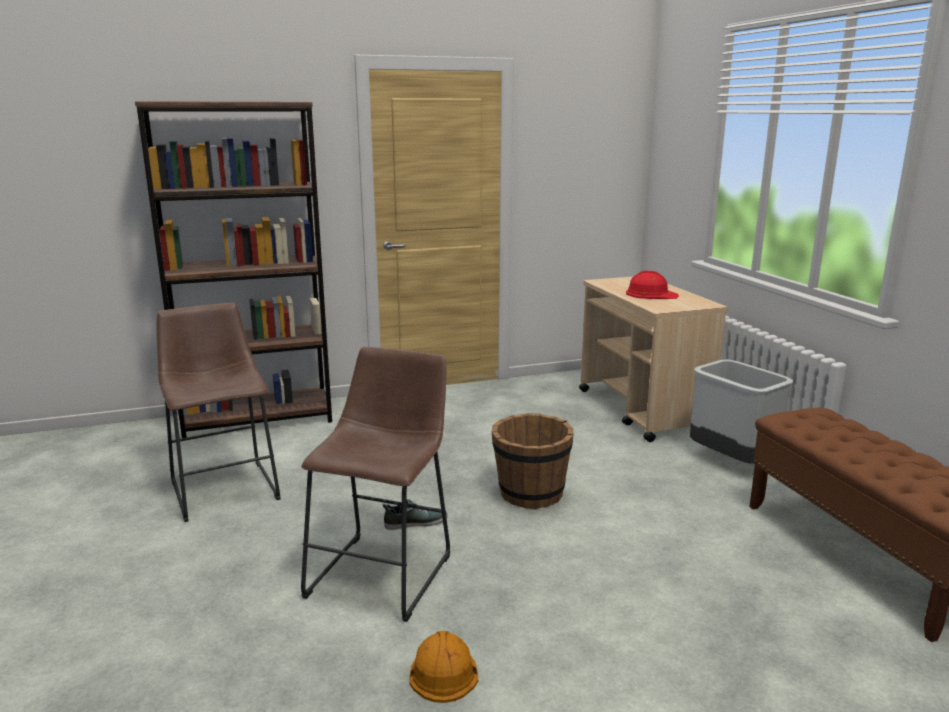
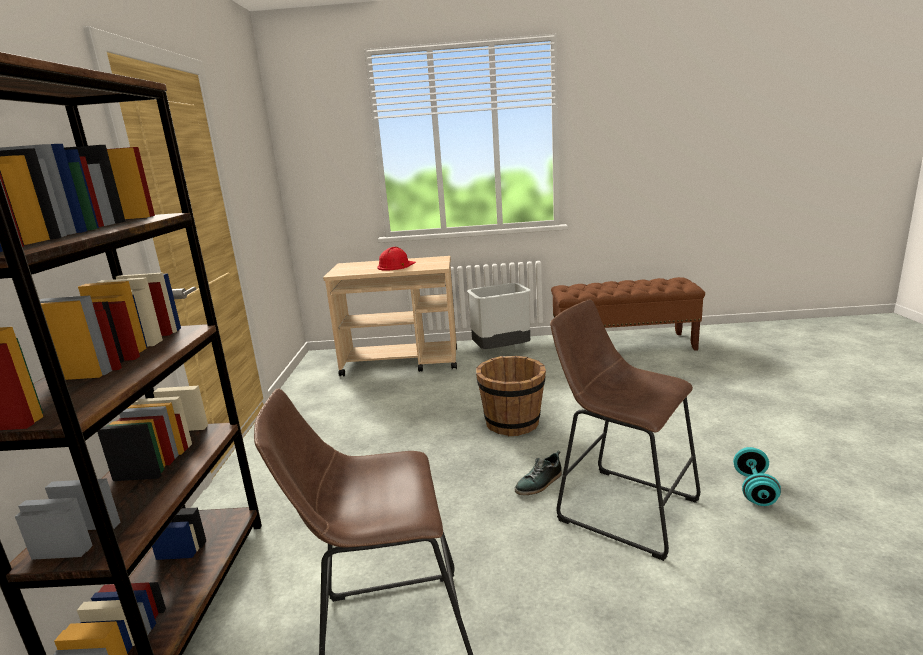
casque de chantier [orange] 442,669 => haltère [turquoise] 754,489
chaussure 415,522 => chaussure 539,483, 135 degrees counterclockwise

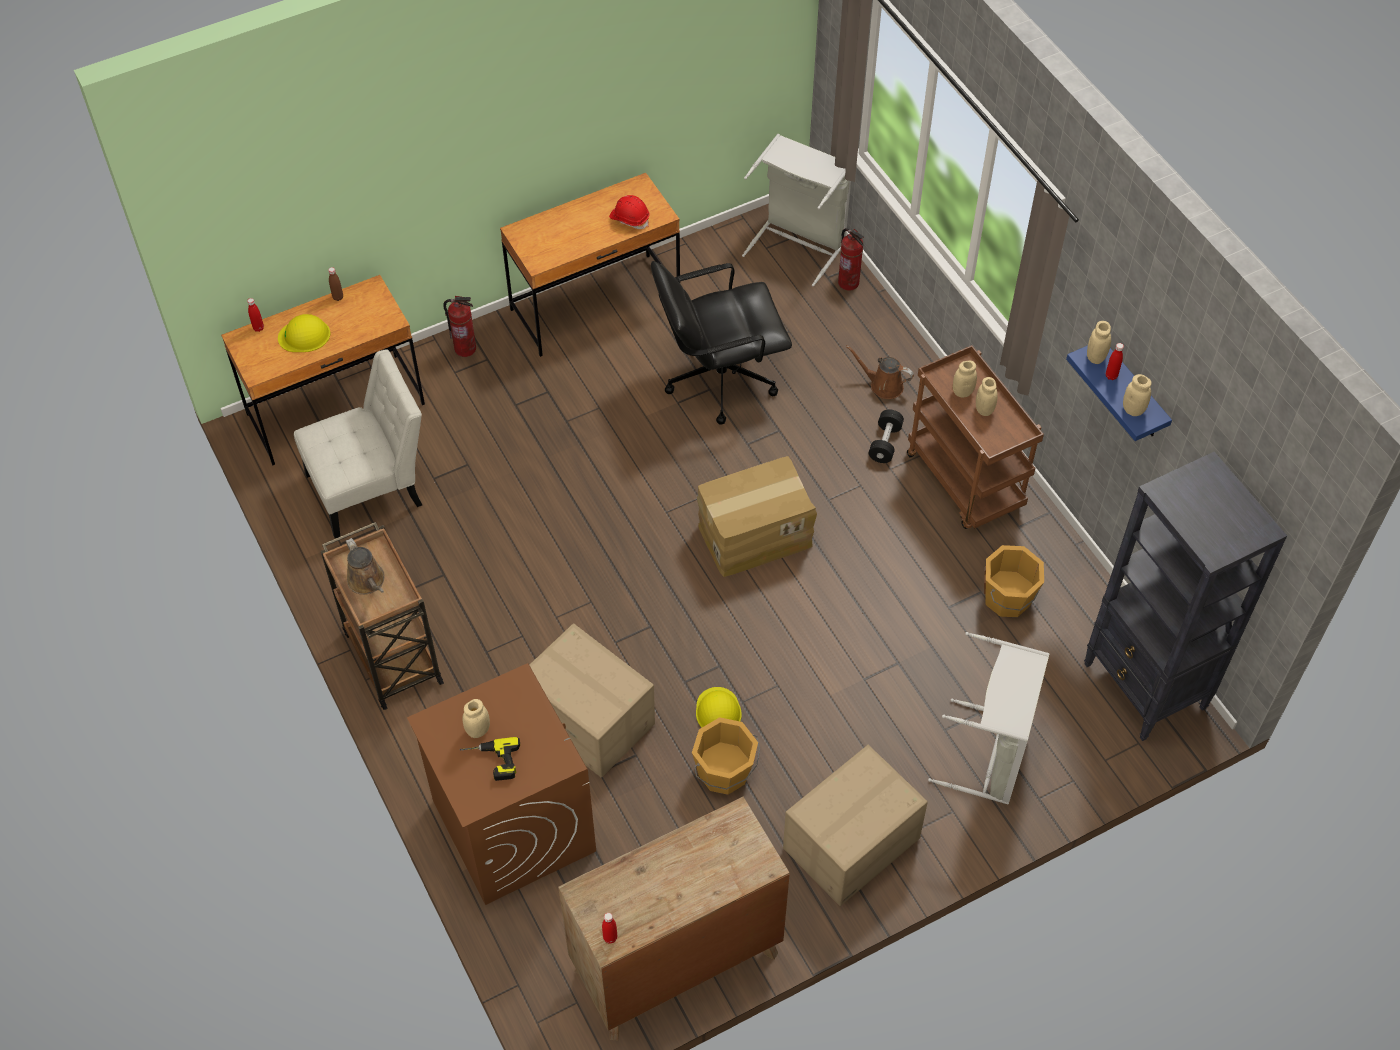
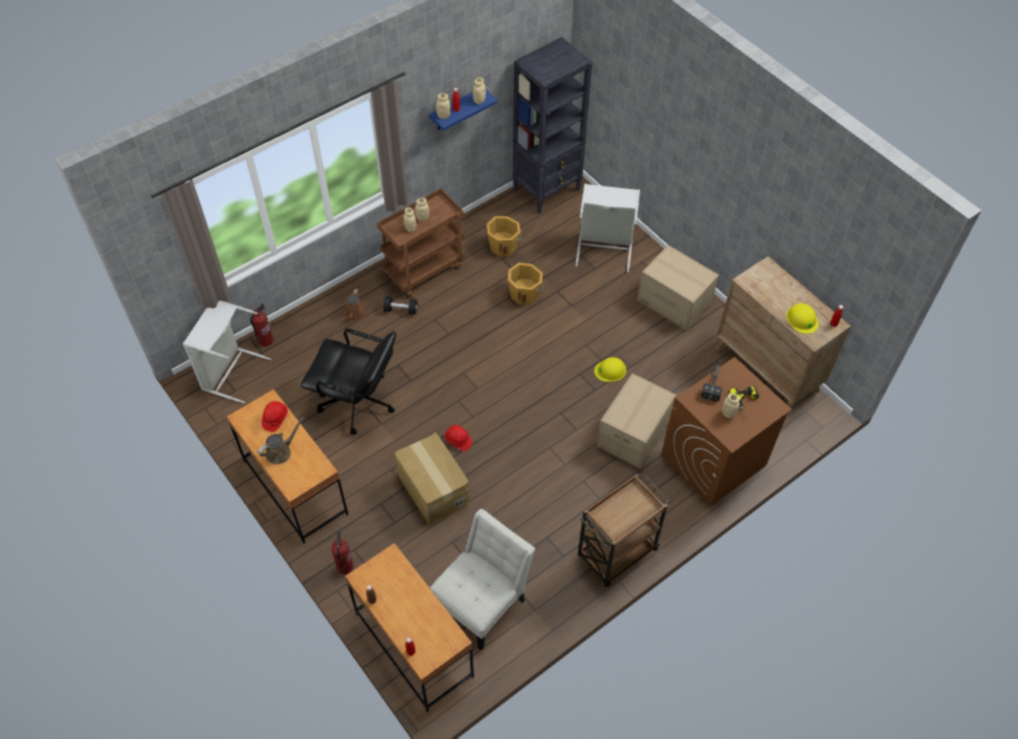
nothing => casque de chantier [rouge] 458,440
nothing => marteau 713,383
casque de chantier [jaune] 304,335 => casque de chantier [jaune] 802,319, relocated
arrosoir [marron] 368,582 => arrosoir [marron] 280,452, relocated
seau [orange] 724,772 => seau [orange] 525,294, relocated
carton 754,534 => carton 432,489, relocated
chaise [blanc] 371,487 => chaise [blanc] 482,601, 75 degrees clockwise
chaise de bureau [noir] 719,379 => chaise de bureau [noir] 357,403, 45 degrees counterclockwise

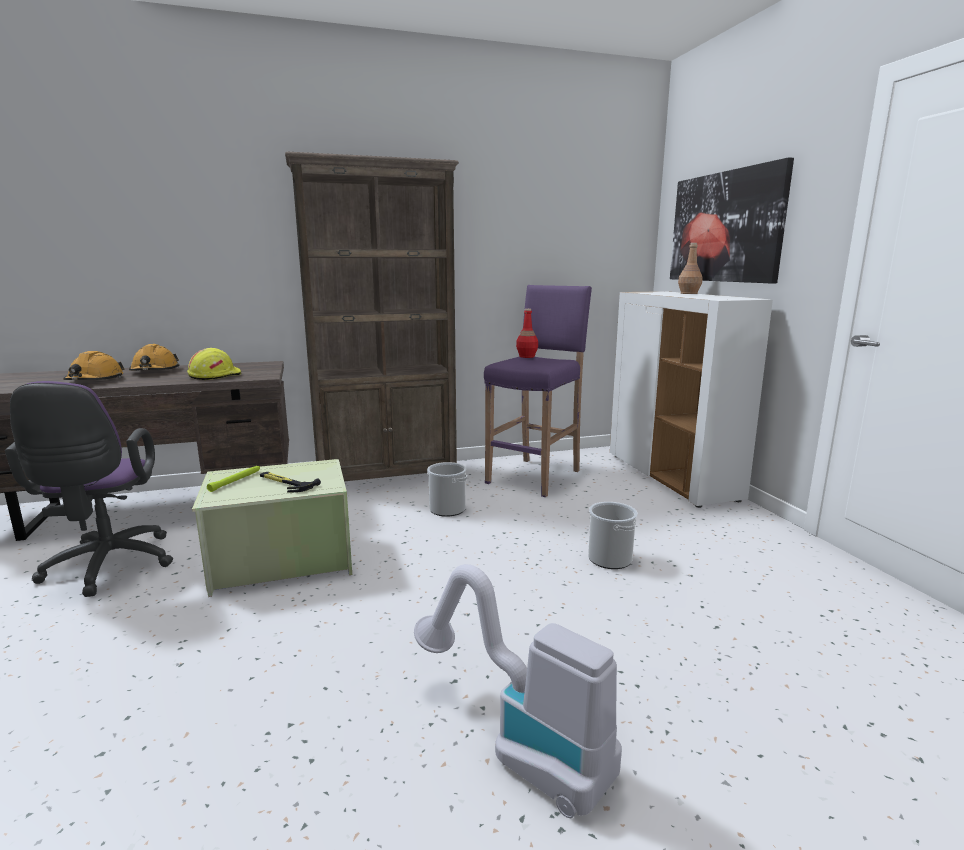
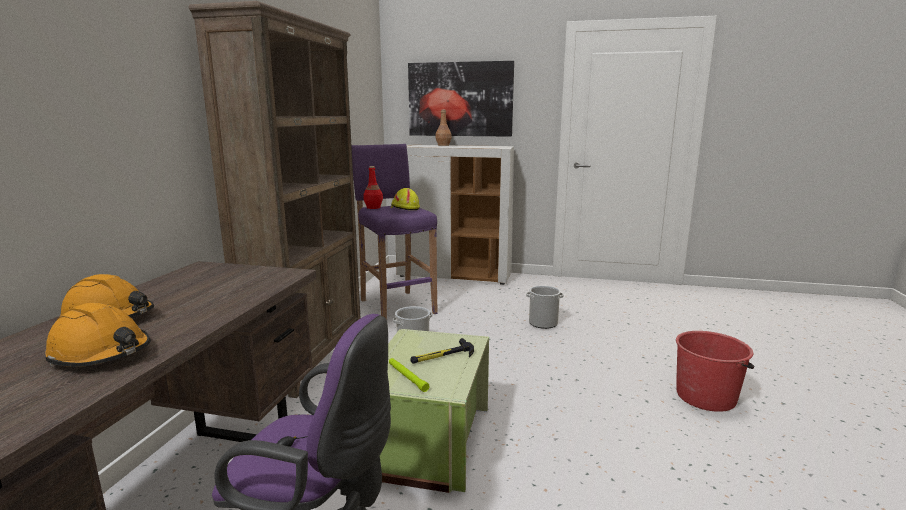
casque de chantier [jaune] 215,375 => casque de chantier [jaune] 404,208, relocated
aspirateur 519,744 => seau [rouge] 706,396

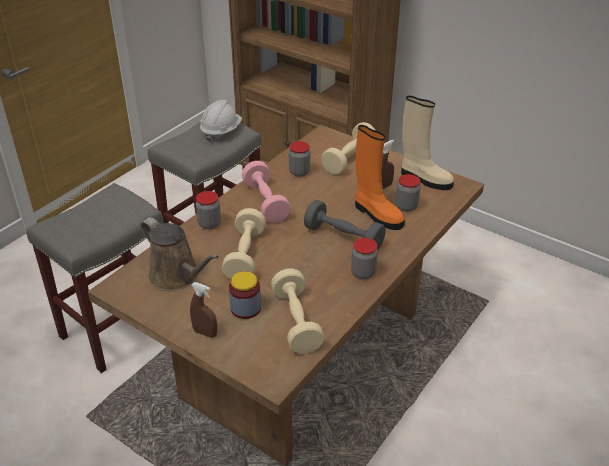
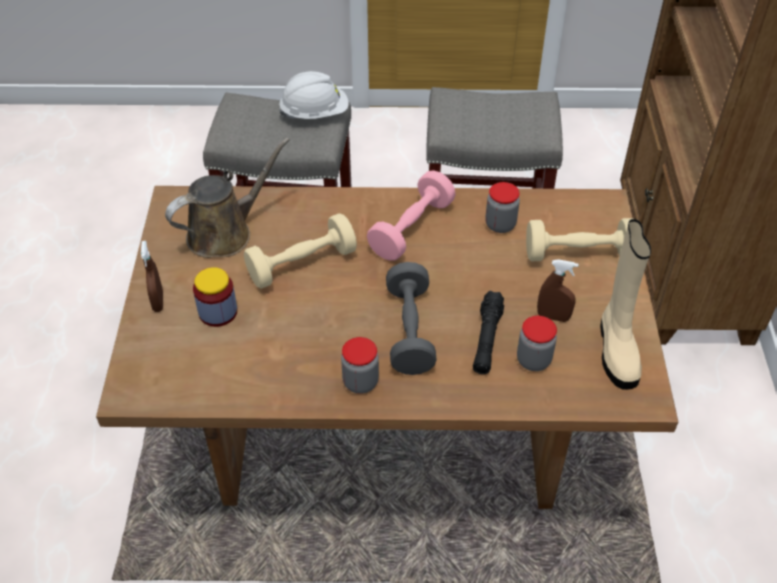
bocal 209,224 => nothing
haltère [beige] 296,322 => nothing
casque de chantier [blanc] 221,131 => casque de chantier [blanc] 315,113, relocated
botte [orange] 376,214 => lampe de poche [noir] 487,339
arrosoir [marron] 177,276 => arrosoir [marron] 225,233, 135 degrees counterclockwise

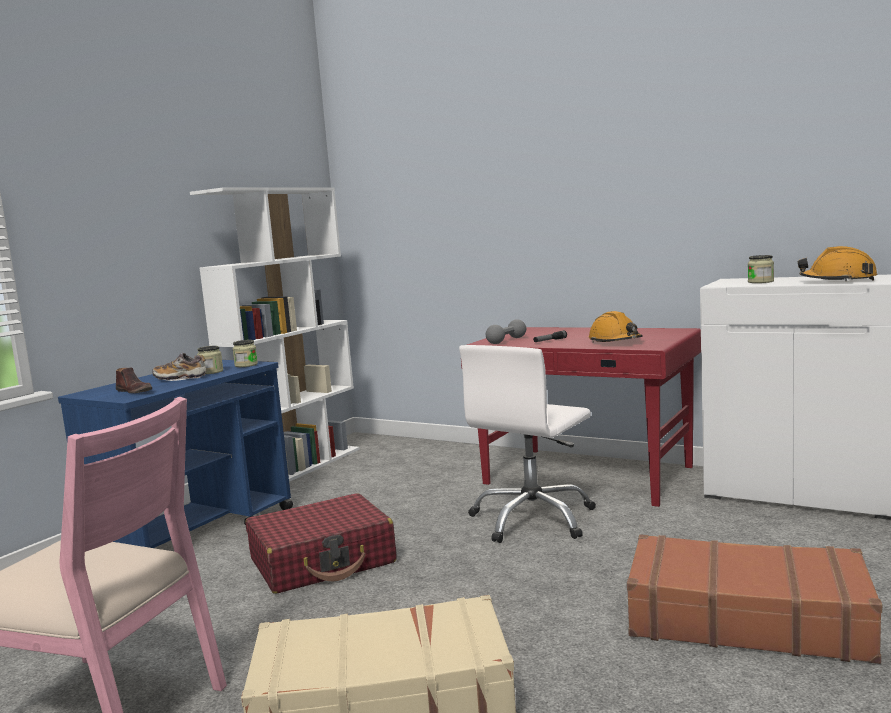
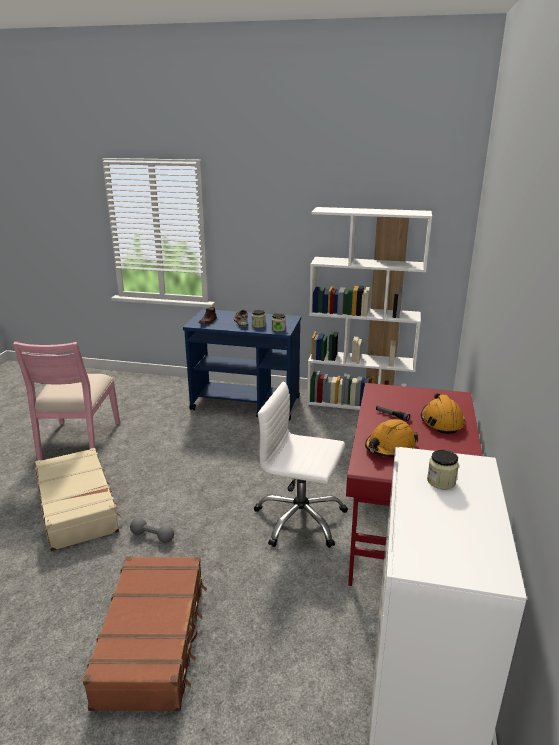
valise [rouge] 323,561 => nothing
haltère [gris] 506,340 => haltère [gris] 152,536, relocated
casque de chantier [orange] 838,281 => casque de chantier [orange] 441,421, relocated

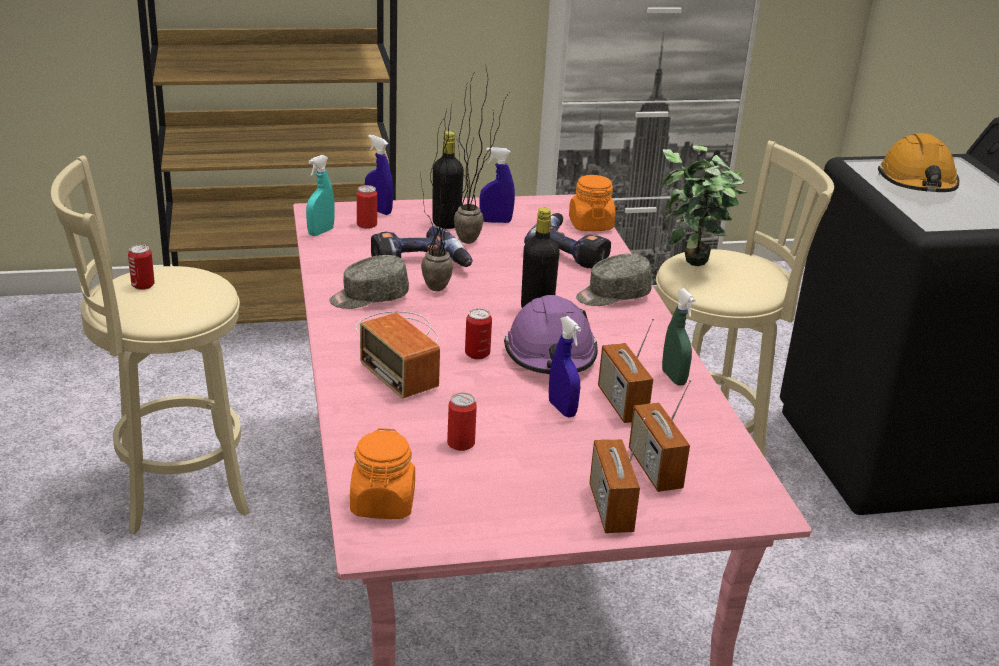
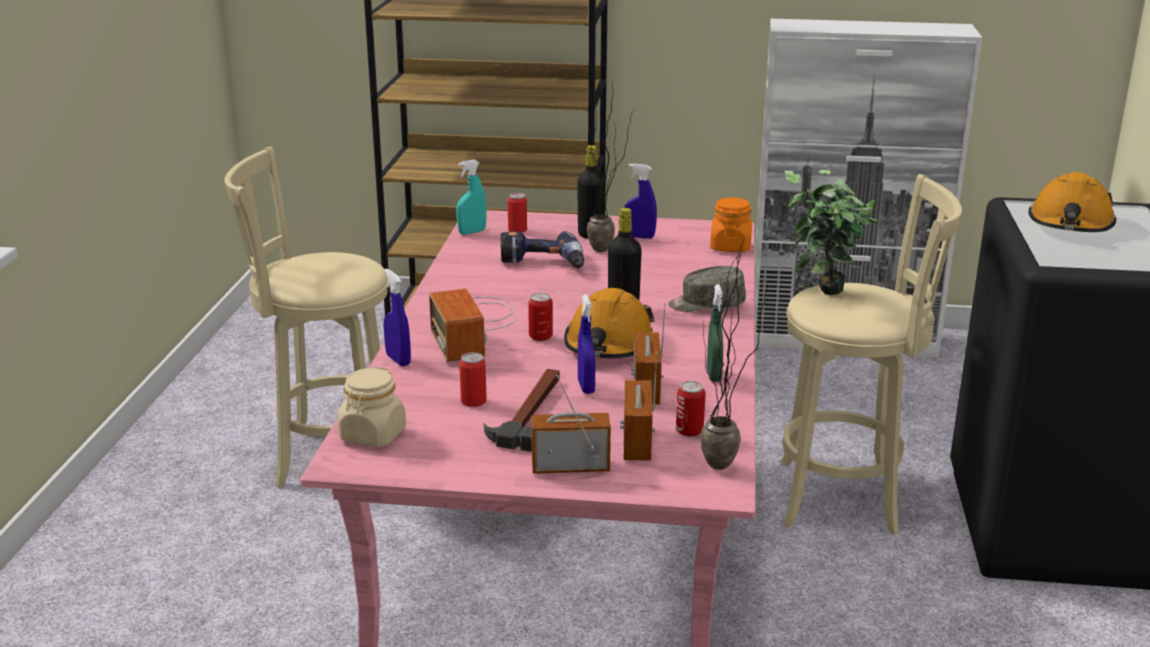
casquette [gris] 369,298 => nothing
perceuse 570,251 => nothing
nothing => marteau 530,412
boîte métallique 143,285 => boîte métallique 689,431, relocated
vaporisateur [bleu] 378,211 => vaporisateur [bleu] 398,360, relocated
plante en pot 442,292 => plante en pot 723,472, relocated
bocal [orange] 383,503 => bocal [beige] 372,435
casque de chantier [violet] 551,354 => casque de chantier [orange] 609,344
radio 610,509 => radio 570,467, 75 degrees clockwise

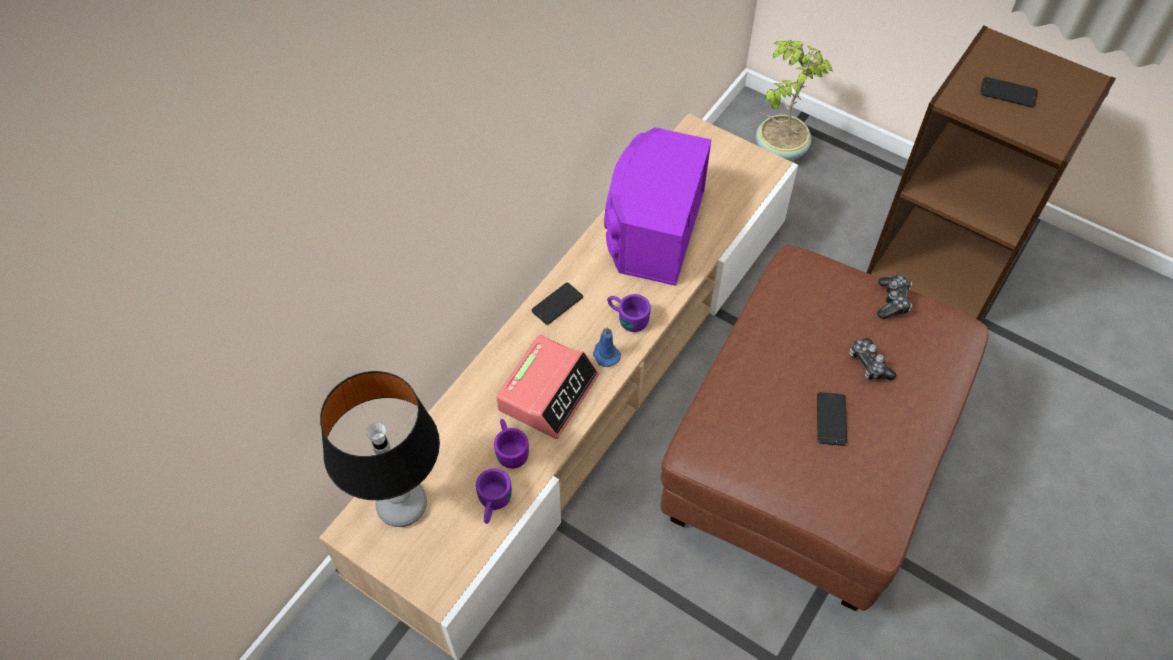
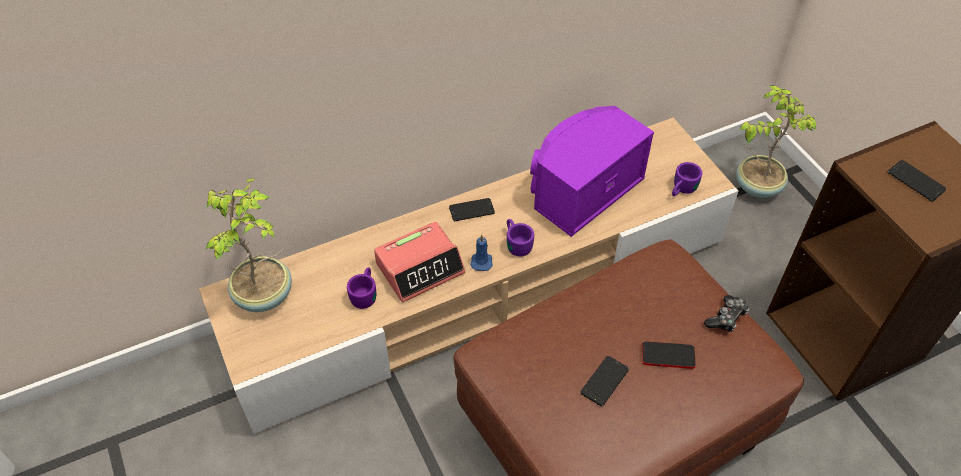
mug [violet] 493,505 => mug [violet] 681,190, relocated
lampe de table 402,506 => plante en pot 265,295
manette 868,364 => téléphone 668,355

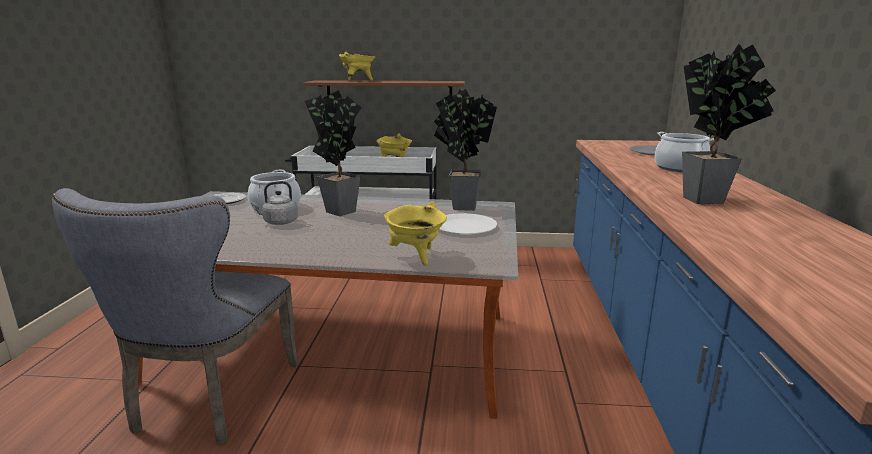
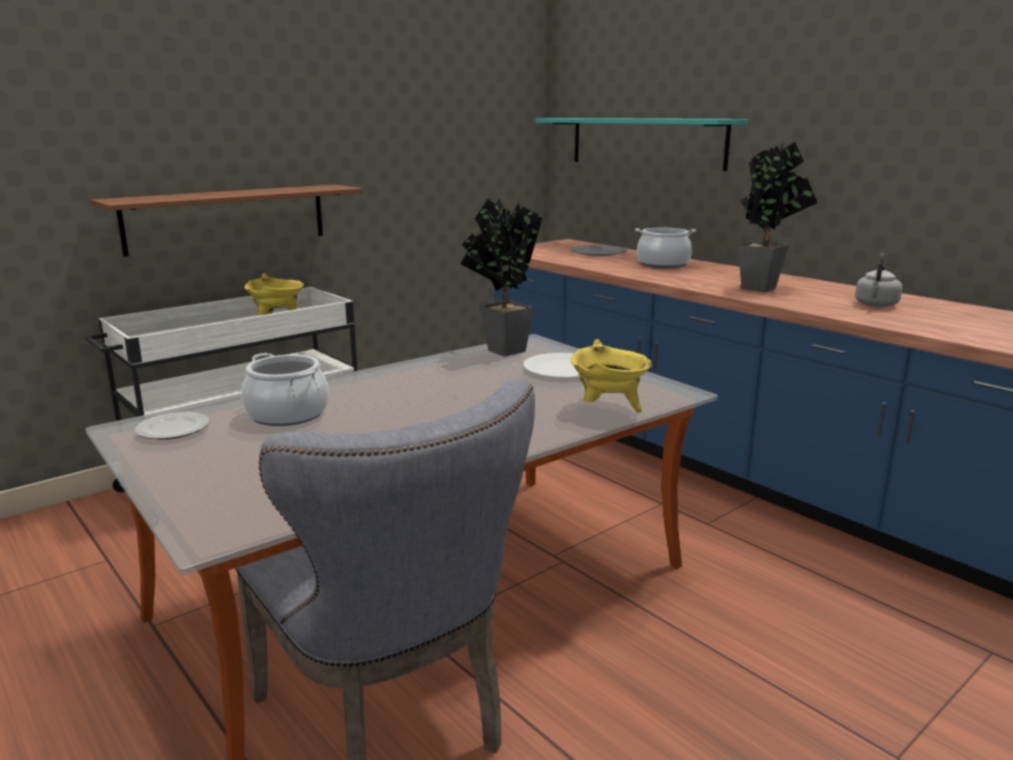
plante en pot 340,210 => nothing
marmite [jaune] 357,81 => nothing
nothing => étagère [turquoise] 646,142
bouilloire [gris] 279,222 => bouilloire [gris] 876,305, relocated

